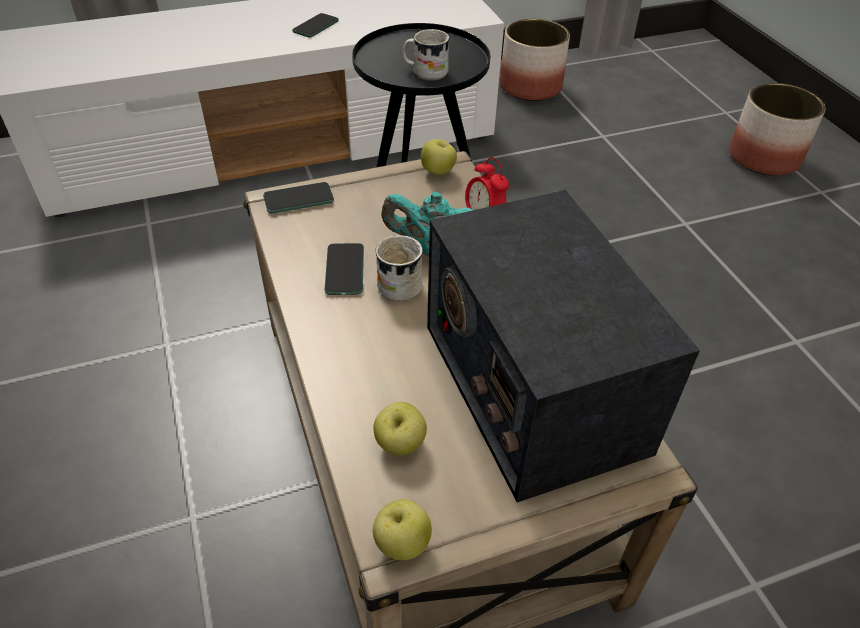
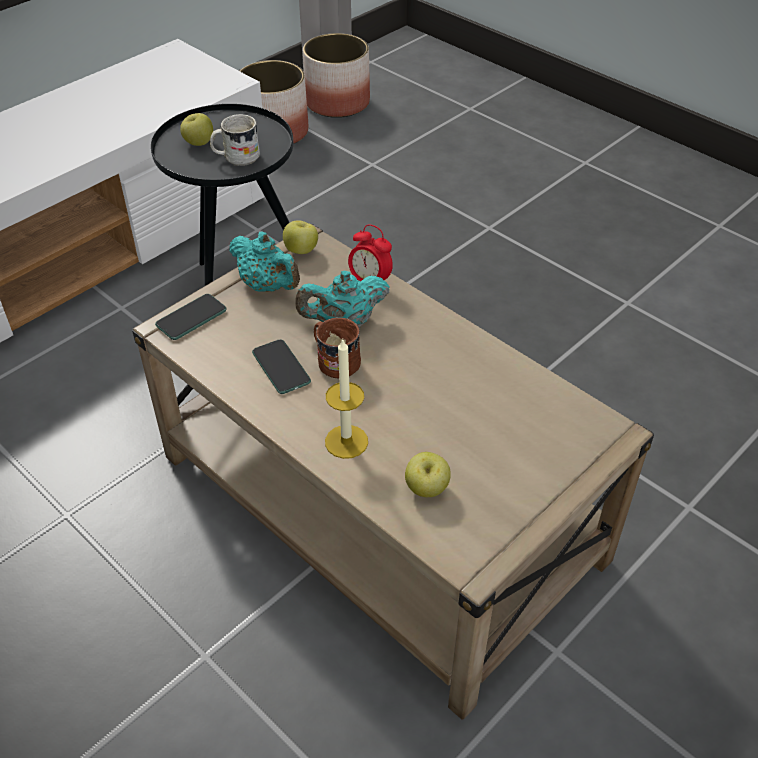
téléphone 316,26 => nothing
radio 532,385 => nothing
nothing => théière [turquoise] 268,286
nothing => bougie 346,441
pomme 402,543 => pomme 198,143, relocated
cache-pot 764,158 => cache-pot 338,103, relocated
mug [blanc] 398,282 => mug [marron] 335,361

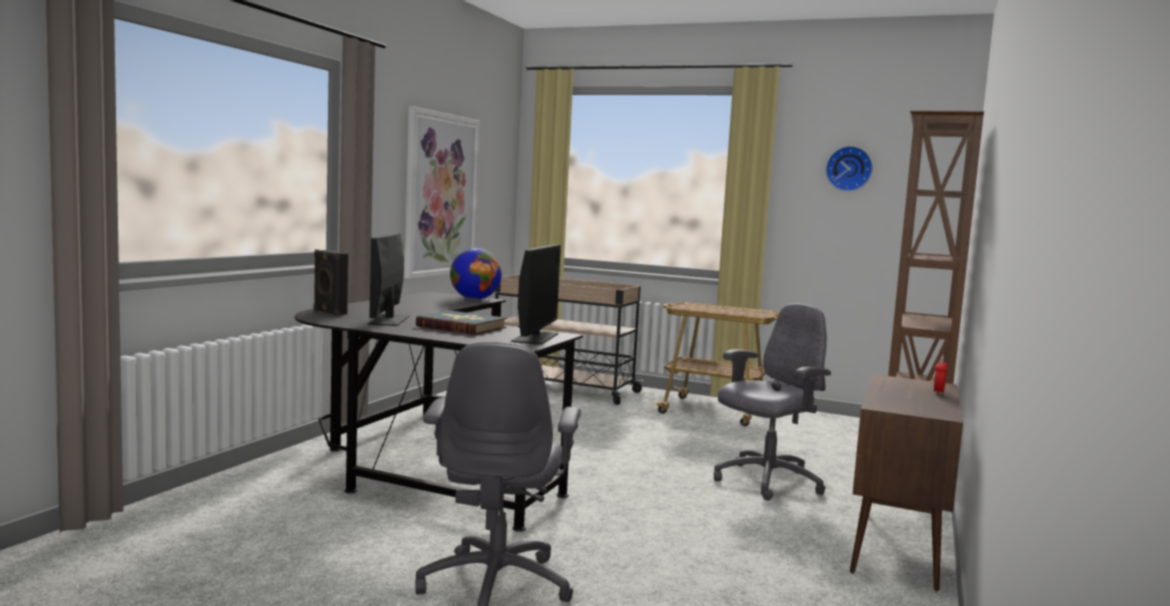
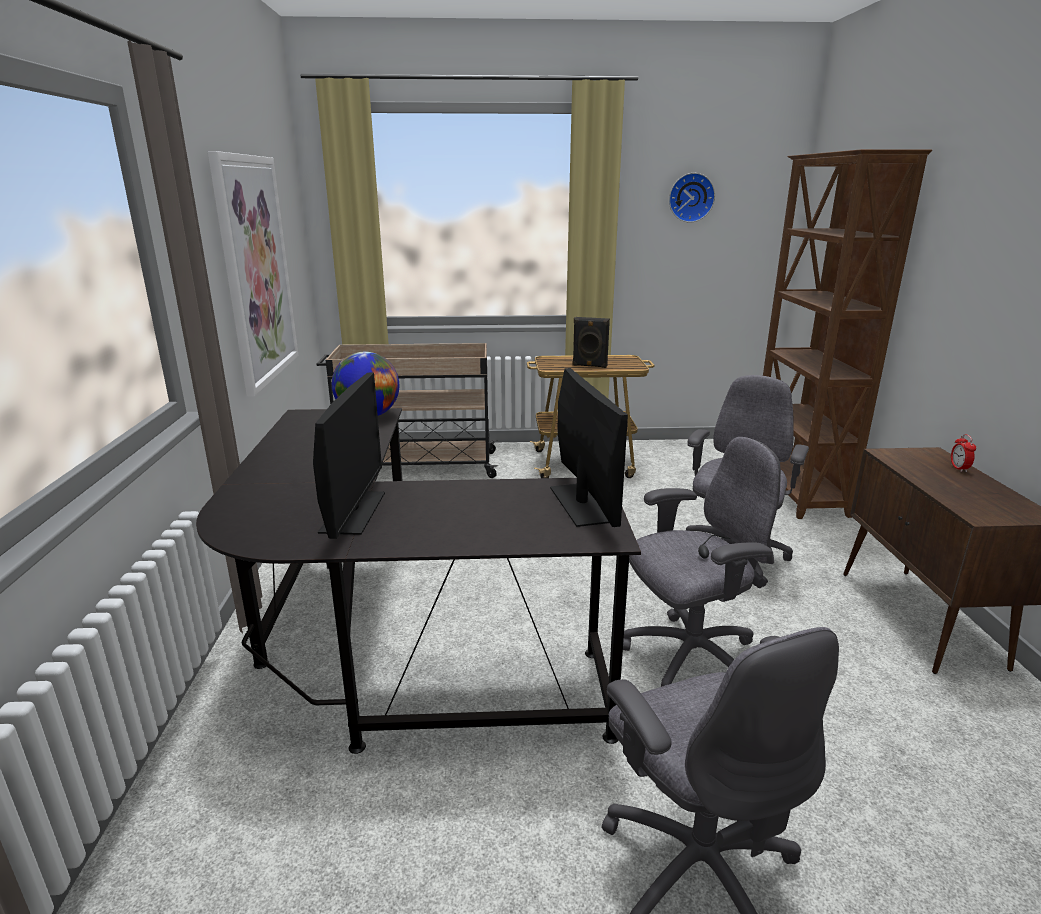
livre 462,327 => nothing
nothing => chaise de bureau [gris] 689,659
enceinte [noir] 329,312 => enceinte [noir] 589,366, relocated
écran d'ordinateur 389,320 => écran d'ordinateur 353,512, 150 degrees counterclockwise

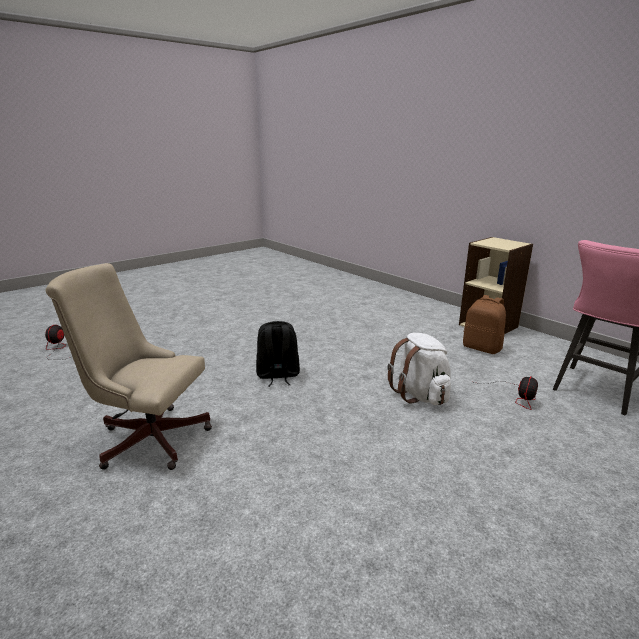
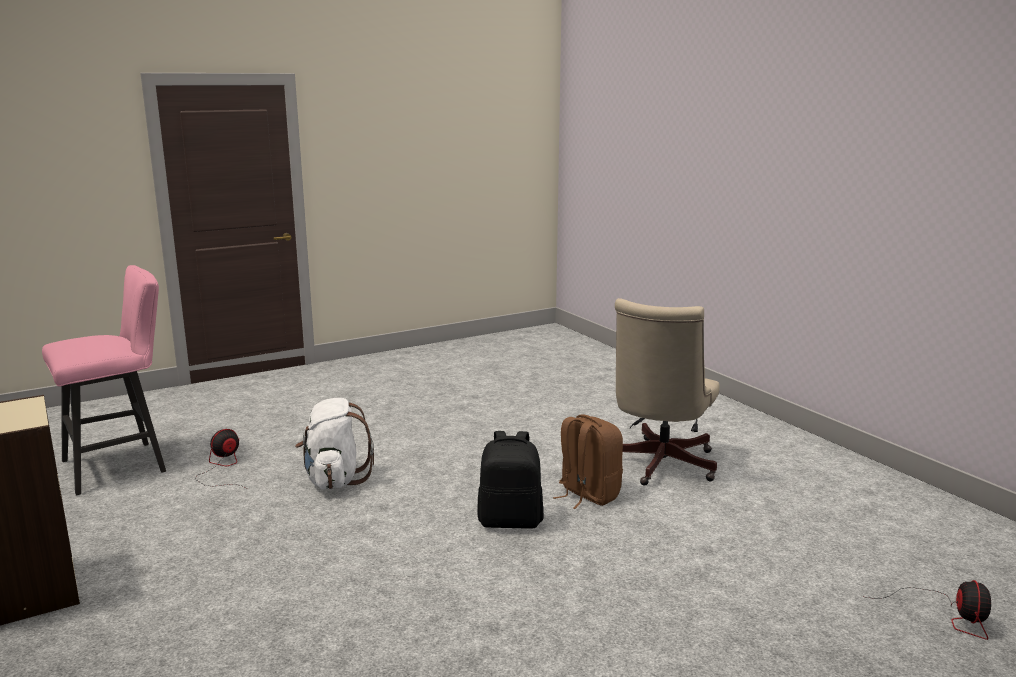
sac à dos [marron] 482,348 => sac à dos [marron] 587,495, relocated
chaise de bureau [beige] 148,437 => chaise de bureau [beige] 658,466, 90 degrees clockwise

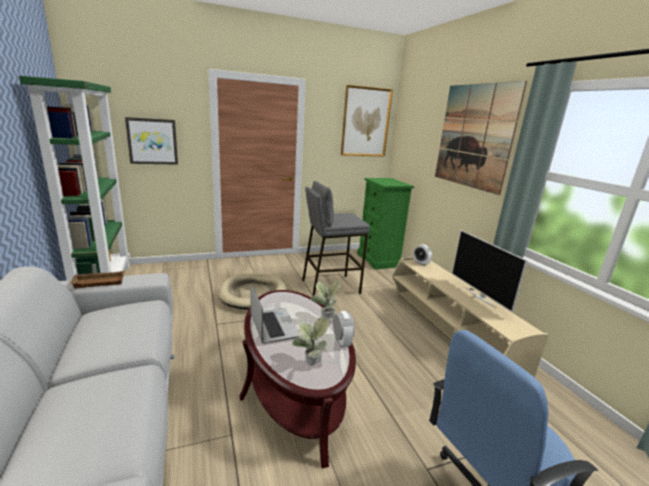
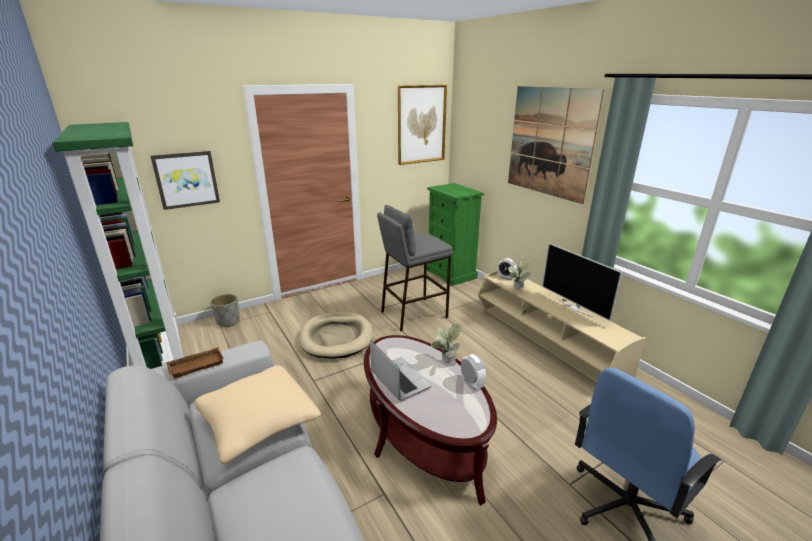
nothing => coussin [beige] 258,421
nothing => cache-pot [gris] 228,321
plante en pot 309,366 => plante en pot 516,289, relocated

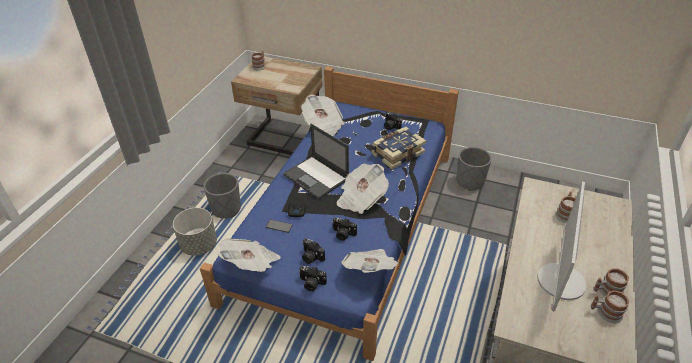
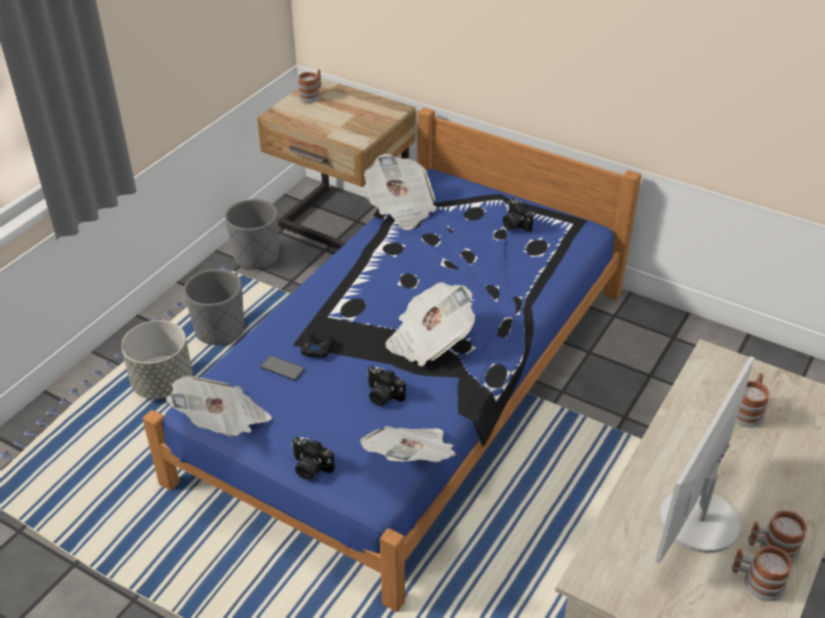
ordinateur portable 317,177 => nothing
appareil photo 311,257 => nothing
livre 397,153 => nothing
cache-pot [gris] 470,182 => cache-pot [gris] 256,257, relocated

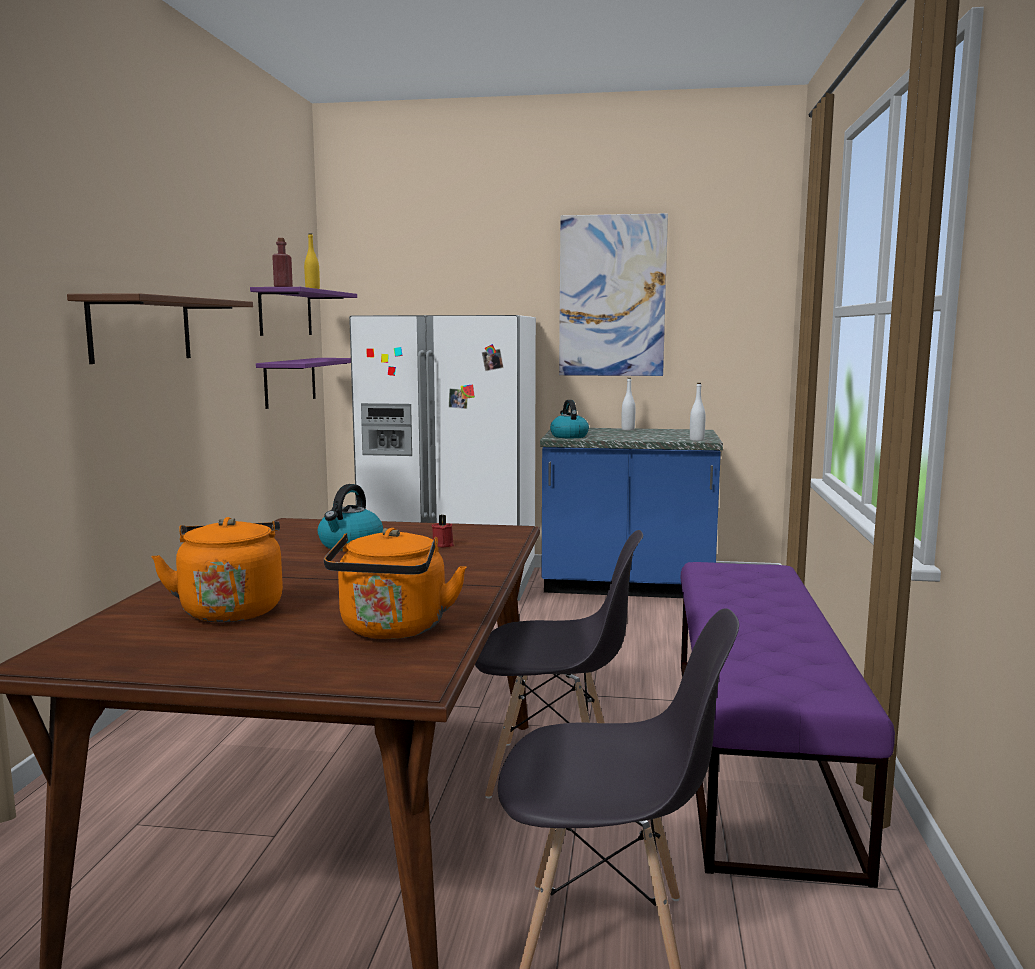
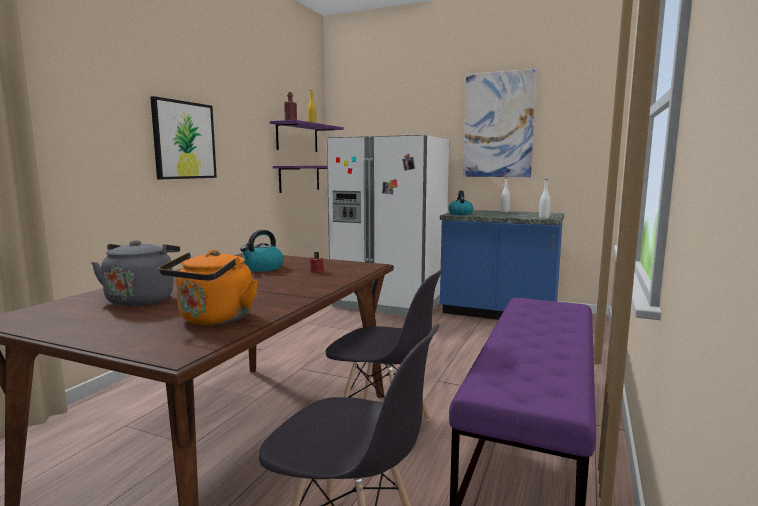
étagère [marron] 141,329 => tableau 184,140
bouilloire [orange] 231,609 => bouilloire [gris] 142,299

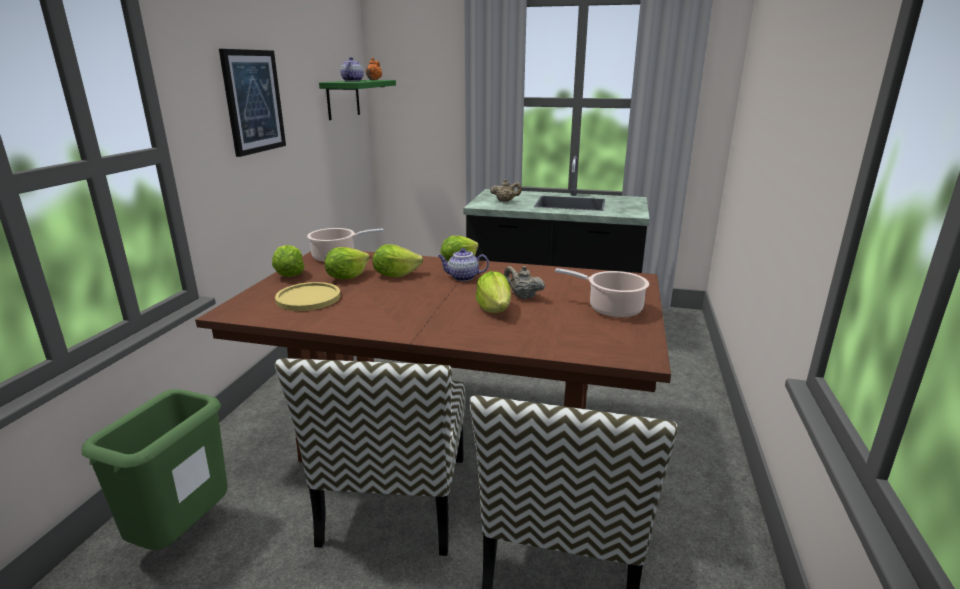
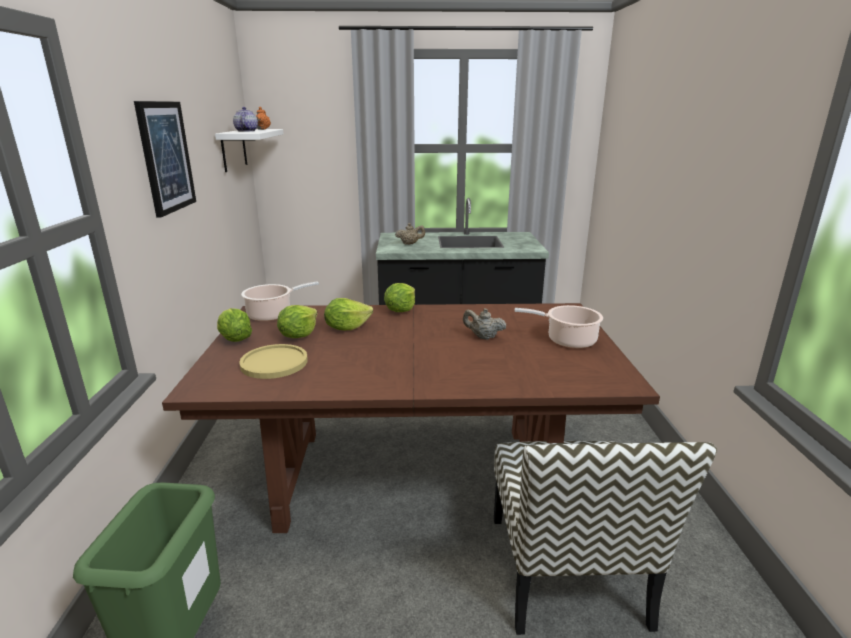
chaise 396,501 => nothing
théière 462,277 => nothing
laitue 494,309 => nothing
étagère [vert] 343,99 => étagère [blanc] 233,149

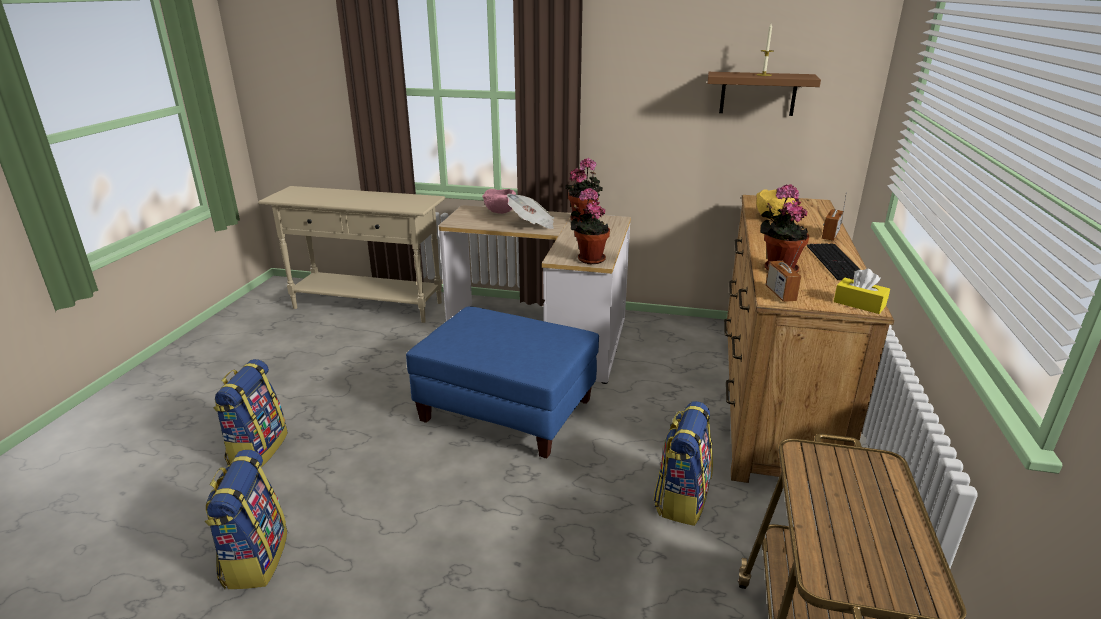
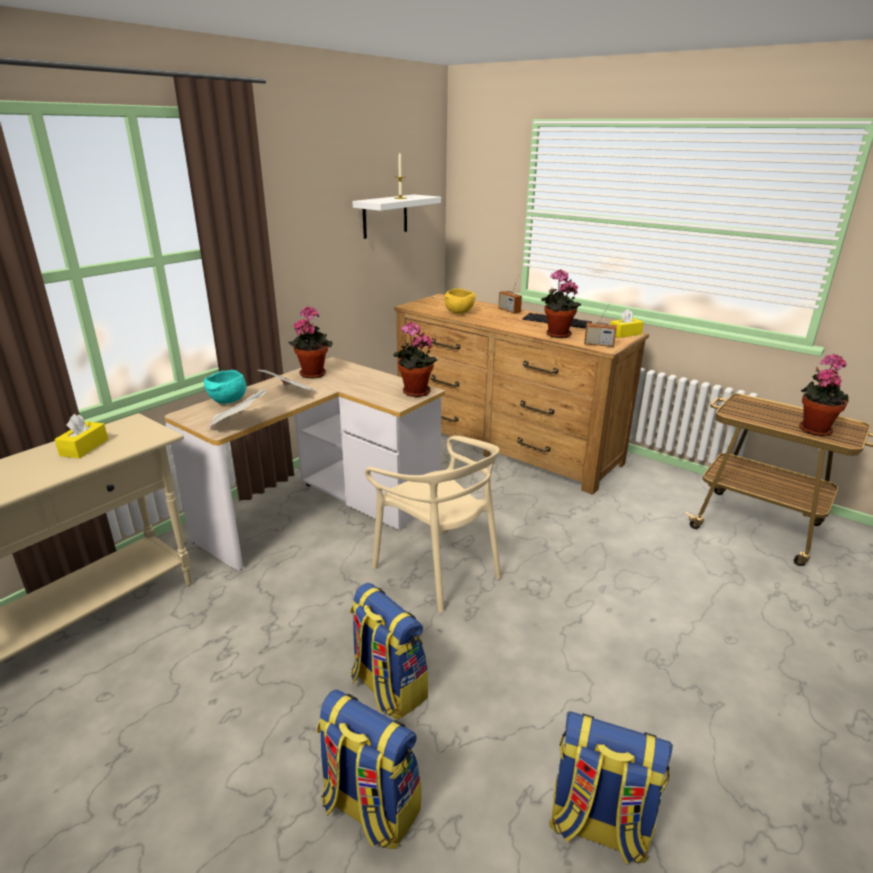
nothing => boîte à mouchoirs [jaune] 84,447
nothing => journal 238,423
nothing => plante en pot 813,429
sac à dos 681,499 => sac à dos 387,688, relocated
pouf [bleu] 507,411 => chaise [beige] 438,569
bol [rose] 499,212 => bol [turquoise] 227,402
étagère [marron] 758,93 => étagère [blanc] 385,216

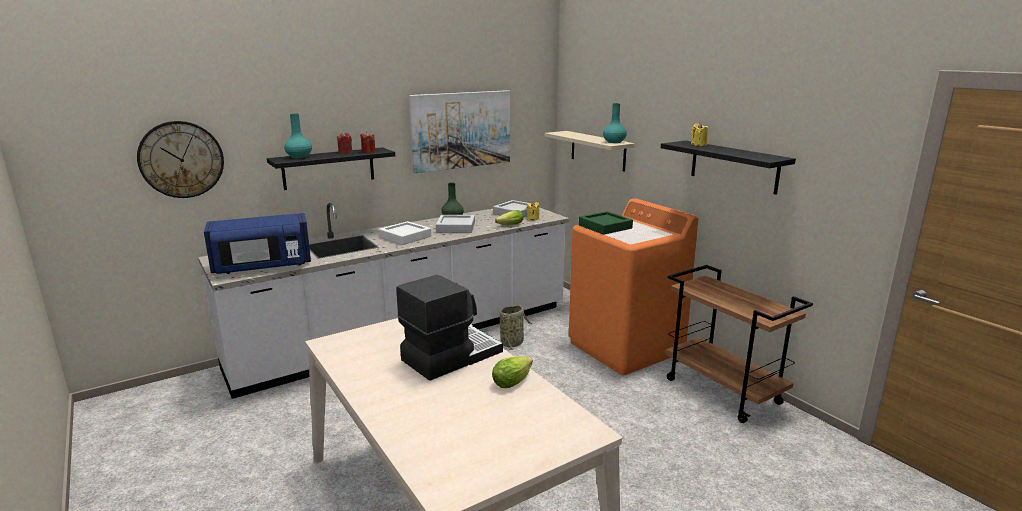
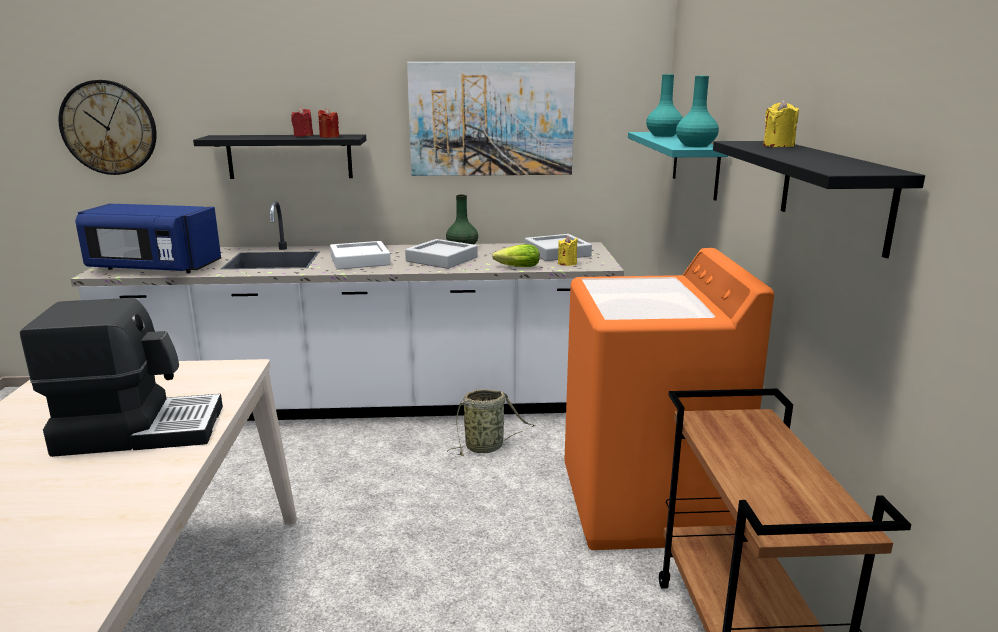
laitue 514,380 => nothing
plateau [vert] 605,227 => nothing
vase [turquoise] 299,157 => vase [turquoise] 663,135, relocated
étagère [beige] 598,150 => étagère [turquoise] 695,164

